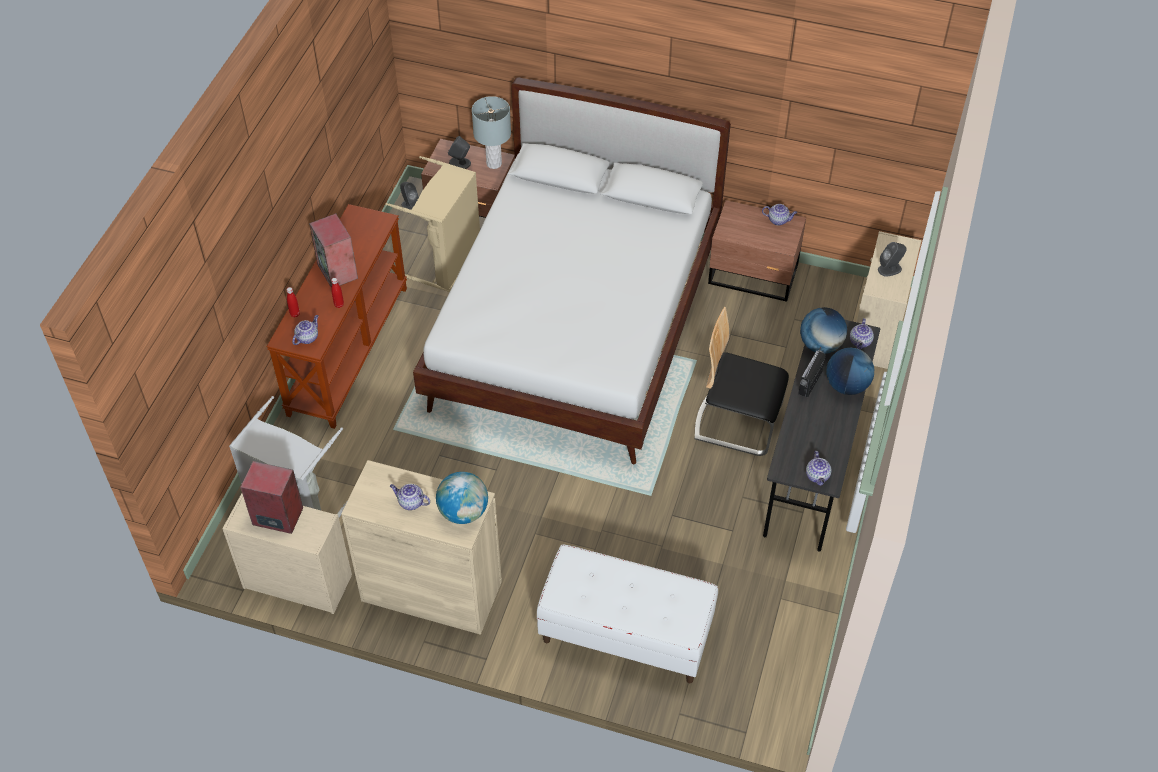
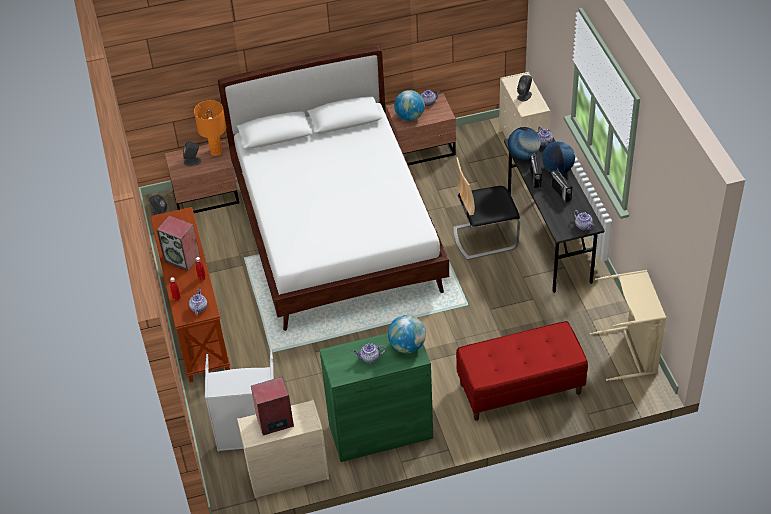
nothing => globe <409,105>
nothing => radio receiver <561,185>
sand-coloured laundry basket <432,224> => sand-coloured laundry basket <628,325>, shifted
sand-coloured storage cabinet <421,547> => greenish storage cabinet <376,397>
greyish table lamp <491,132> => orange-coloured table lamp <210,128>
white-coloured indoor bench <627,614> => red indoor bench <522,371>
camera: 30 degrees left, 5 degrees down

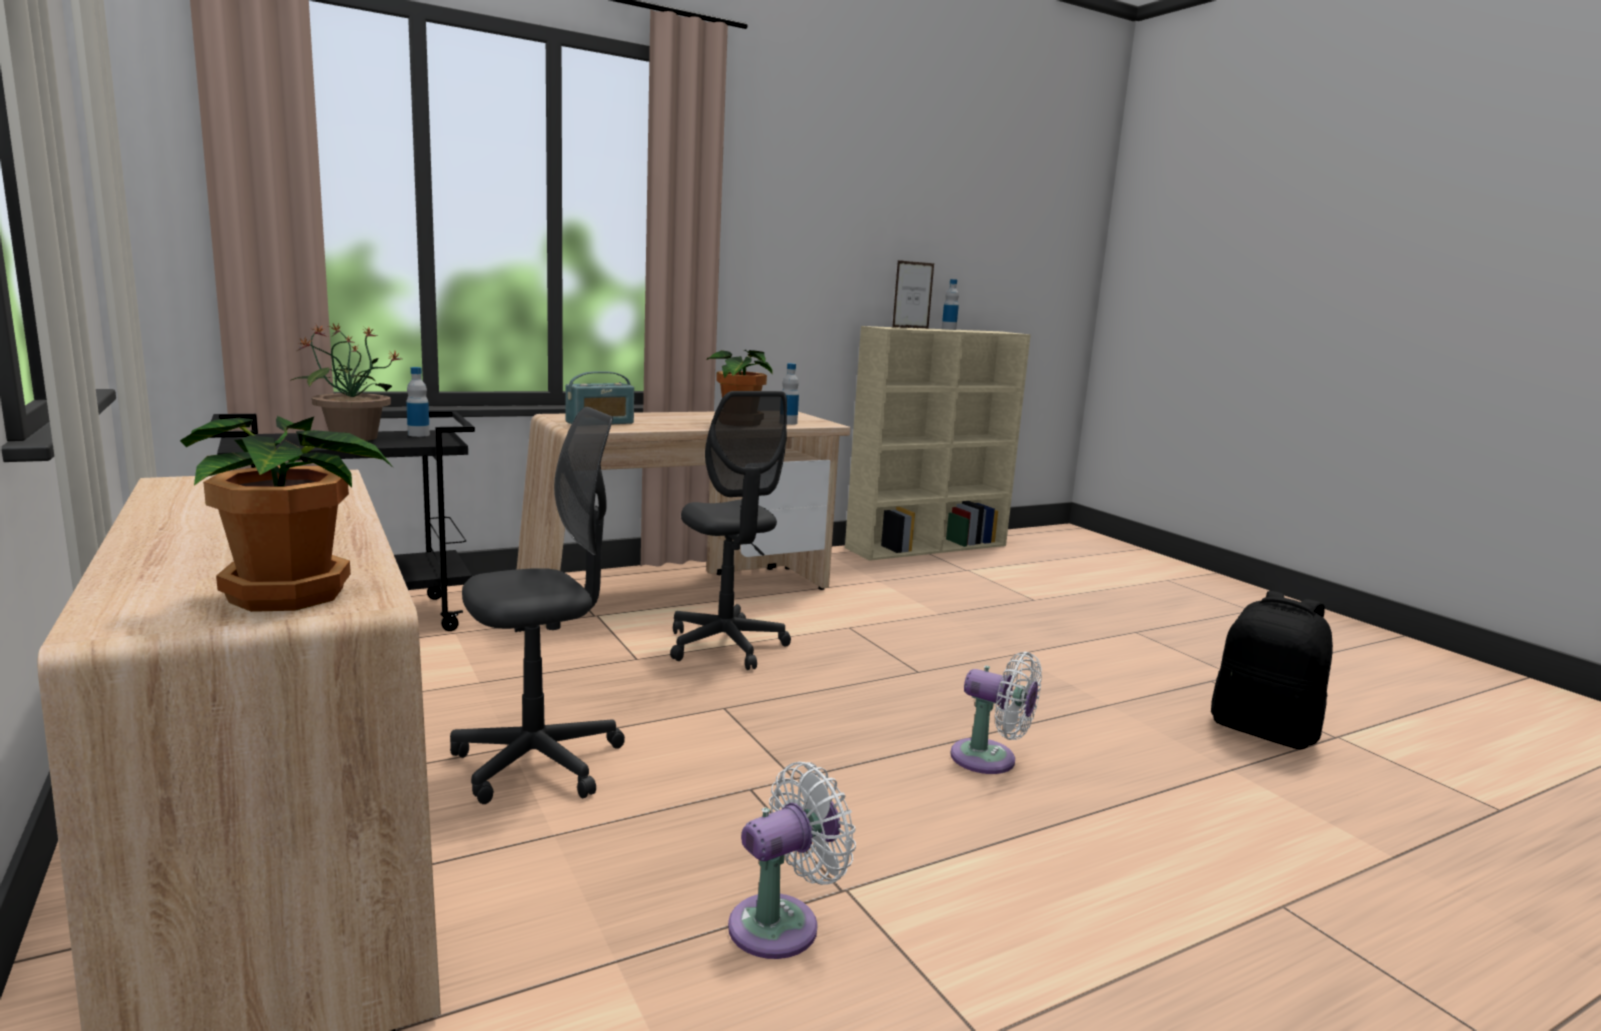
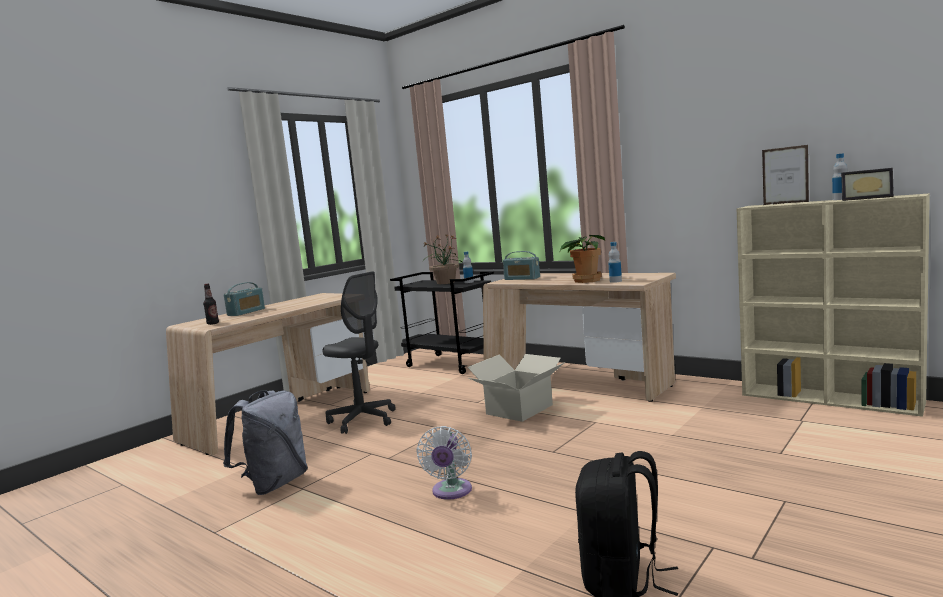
nothing => radio receiver <244,299>
nothing => picture frame <867,184>
houseplant <286,514> => drink bottle <211,304>
greyish office chair <730,530> => packing box <516,388>
white-coloured cooling fan <792,860> => greyish knapsack <265,442>
camera: 70 degrees right, 5 degrees down

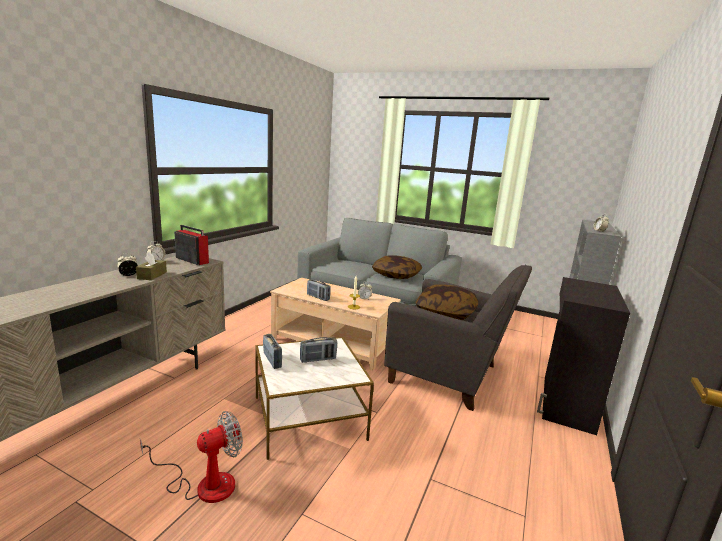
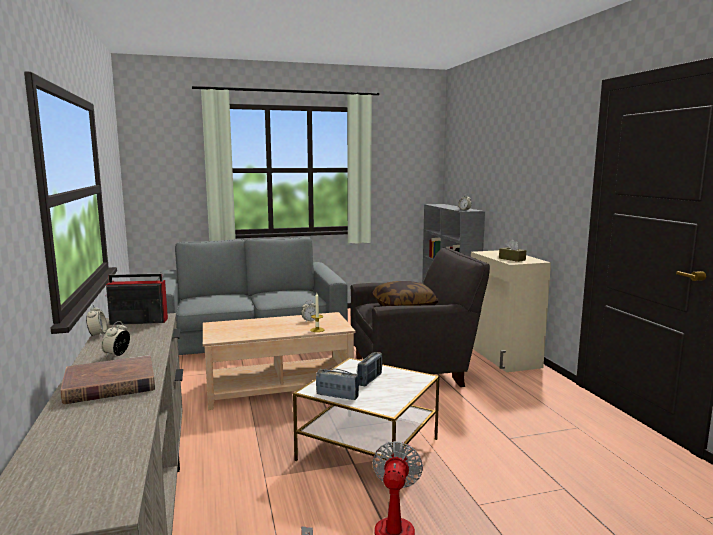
radio receiver <319,290> => nothing
throw pillow <397,267> => nothing
nothing => brown-coloured book <107,379>
brown-coloured tissue holder <151,266> => brown-coloured tissue holder <512,250>, shifted
black-coloured storage cabinet <583,356> => sand-coloured storage cabinet <511,311>
camera: 40 degrees left, 5 degrees down

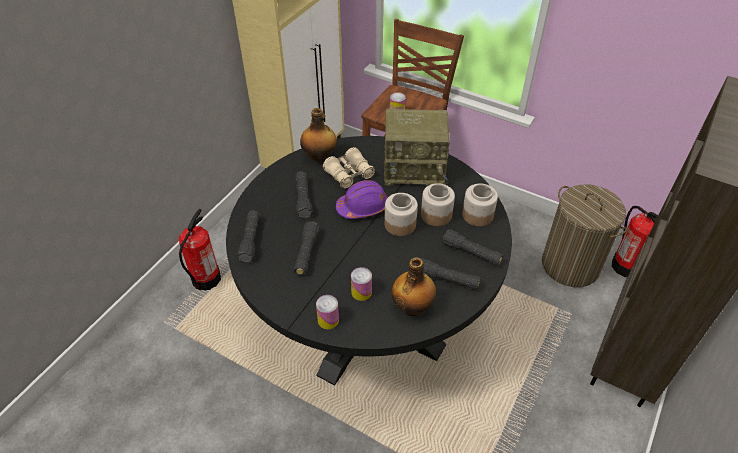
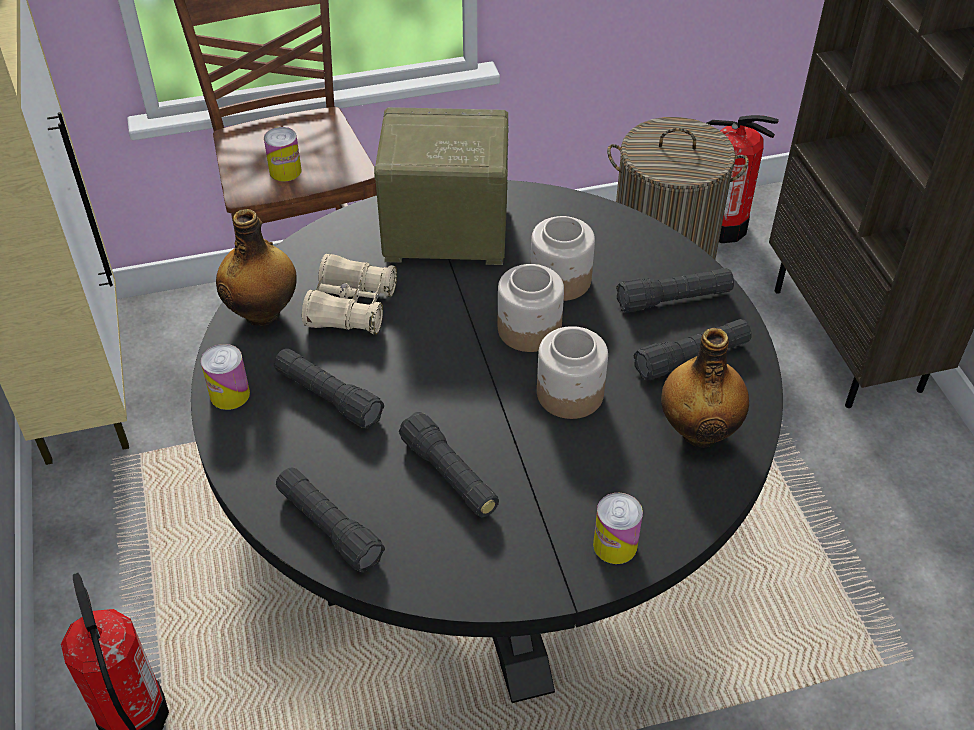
purple work helmet <362,199> => nothing
metal can <361,284> => metal can <225,377>, shifted
preserve jar <480,205> => preserve jar <572,372>, shifted
radio receiver <417,147> => radio receiver <441,186>, 135 degrees counterclockwise
camera: 45 degrees left, 0 degrees up

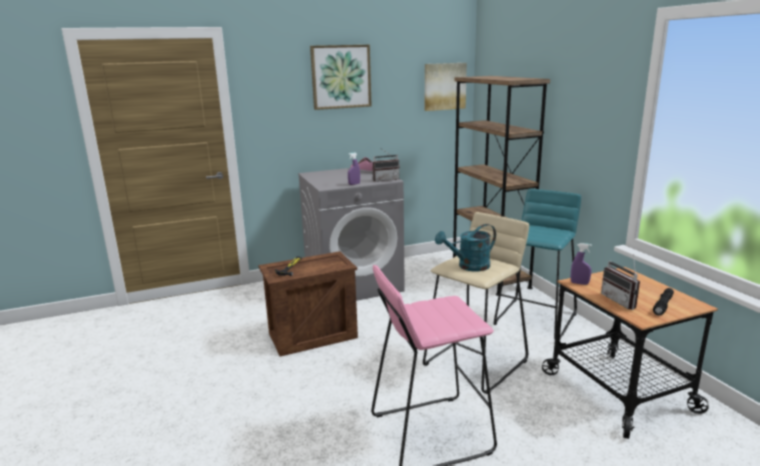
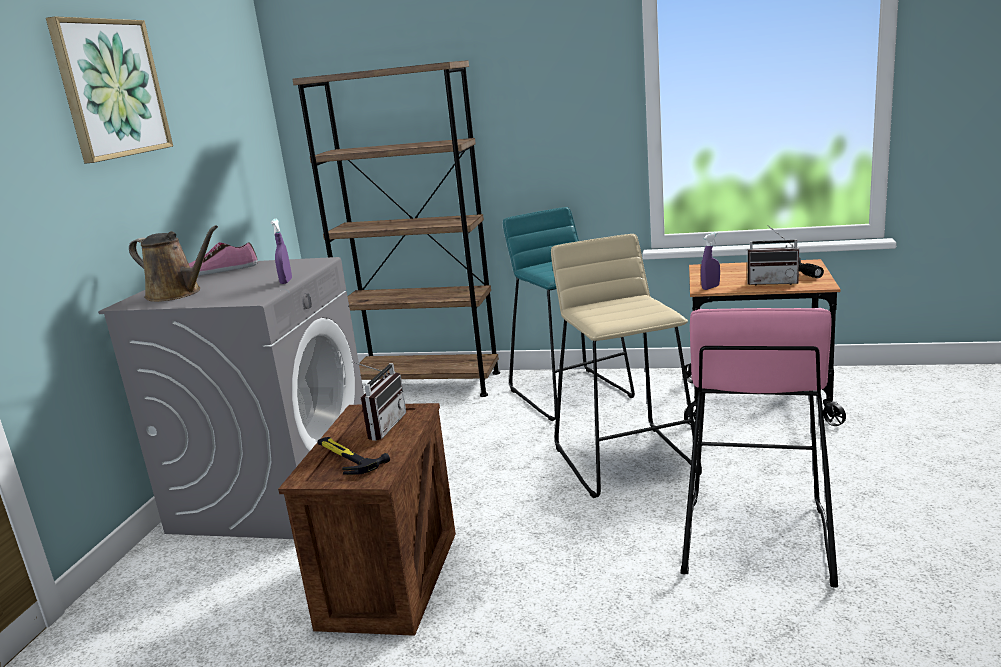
wall picture <446,87> => nothing
blue-green sprinkling can <465,248> => nothing
nothing => brown-coloured sprinkling can <173,263>
radio receiver <386,165> => radio receiver <378,401>, shifted
camera: 55 degrees left, 0 degrees up

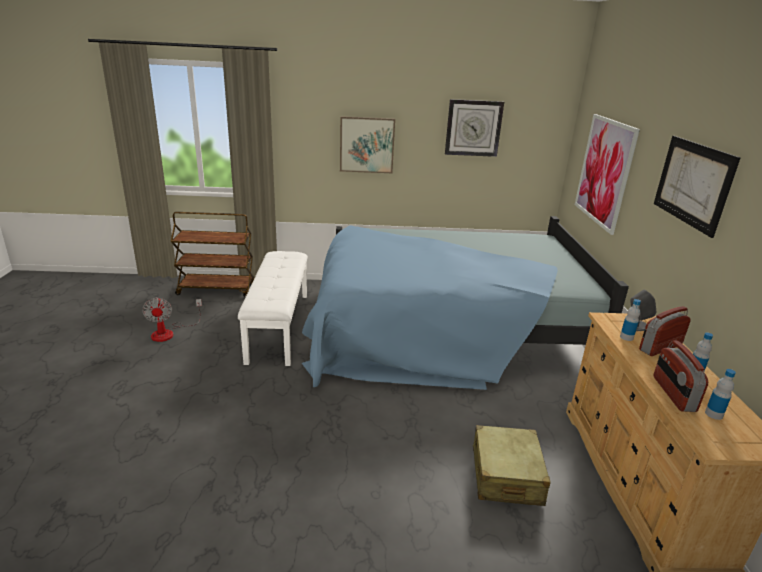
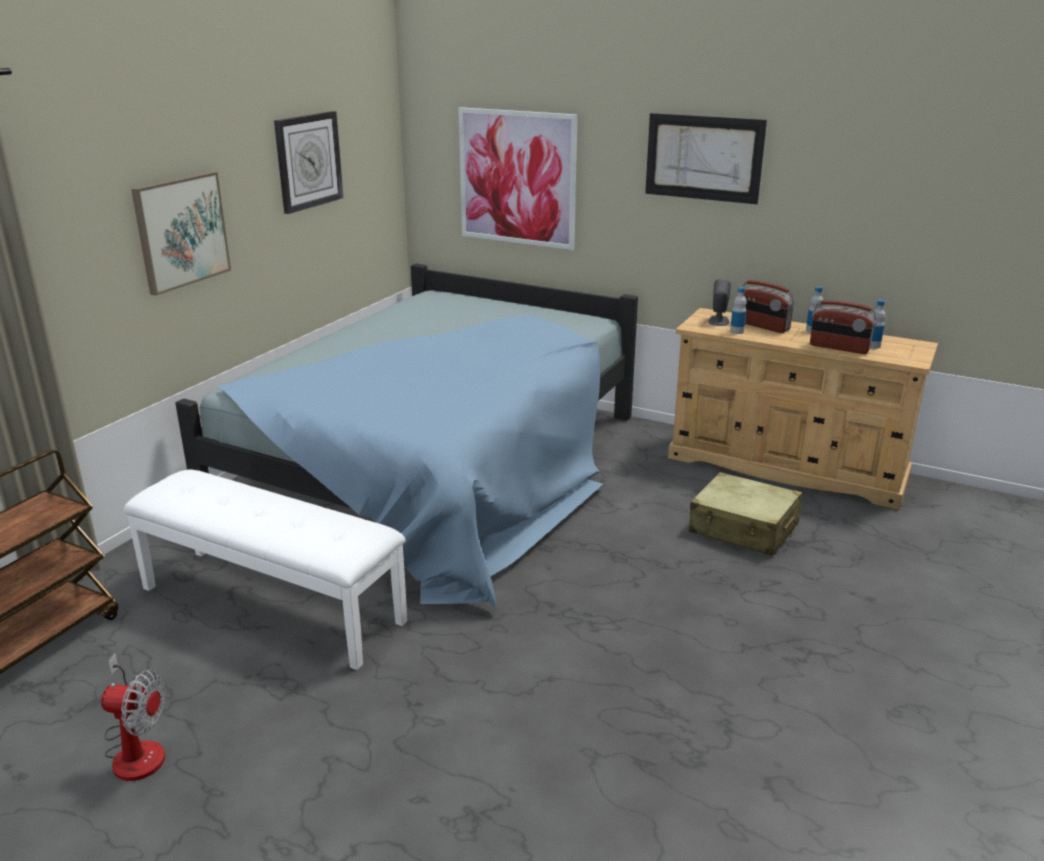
radio receiver <665,331> => radio receiver <768,306>, 45 degrees counterclockwise
camera: 60 degrees left, 0 degrees up

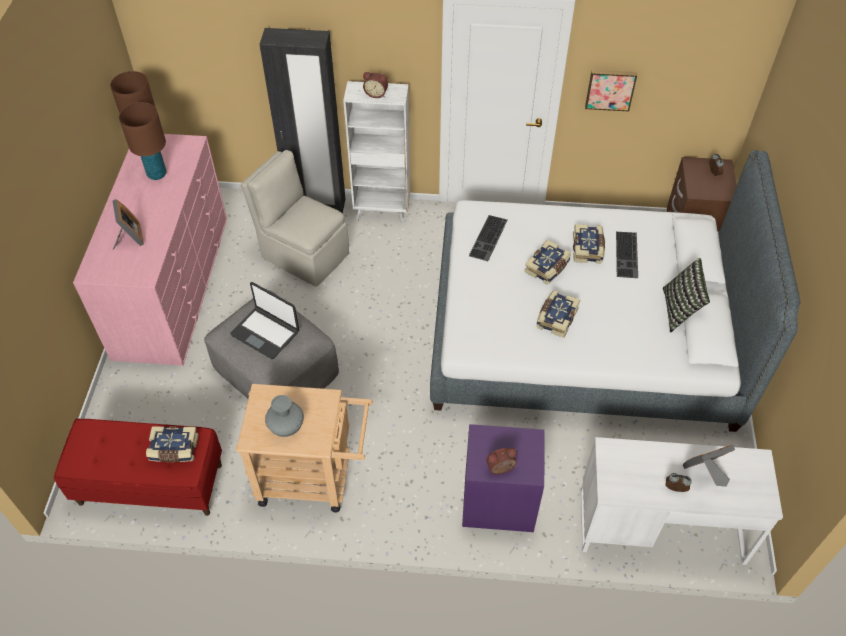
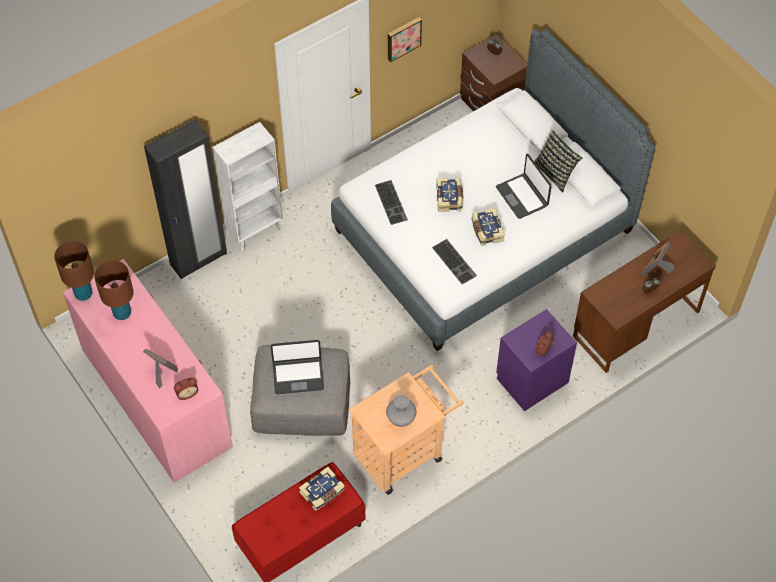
sand-coloured upright chair <295,218> => nothing
book <589,244> => nothing
nothing => portable computer <524,186>
table clock <375,85> => table clock <186,388>, shifted
PC keyboard <627,255> => PC keyboard <454,261>, shifted
white-coloured desk unit <682,501> => brown-coloured desk unit <644,301>
camera: 40 degrees left, 5 degrees up

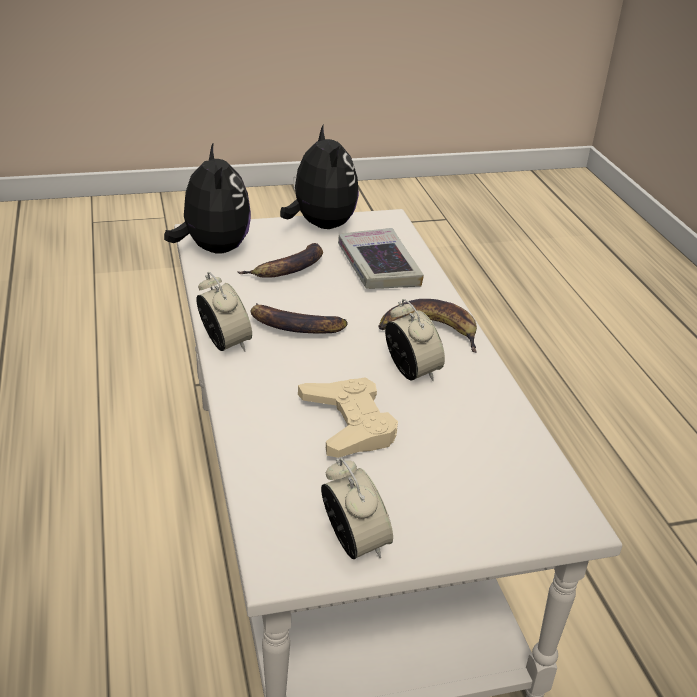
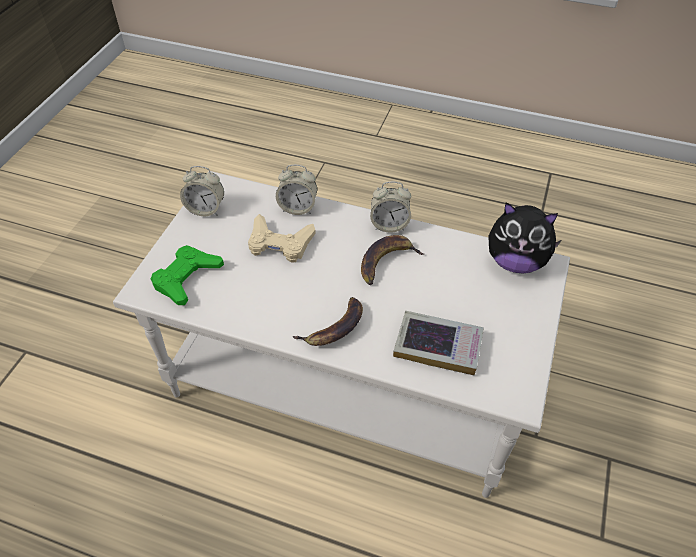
banana fruit <280,260> => nothing
cuddly toy <319,177> => nothing
nothing => greenish joypad <187,275>
table clock <415,340> => table clock <296,190>, shifted
camera: 125 degrees right, 15 degrees up

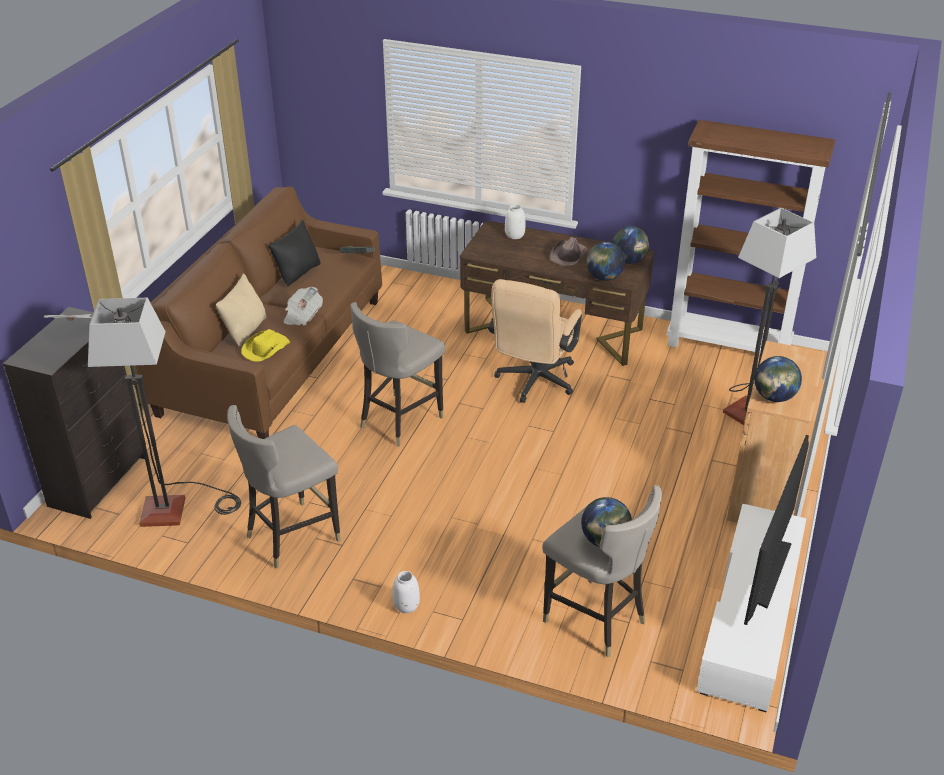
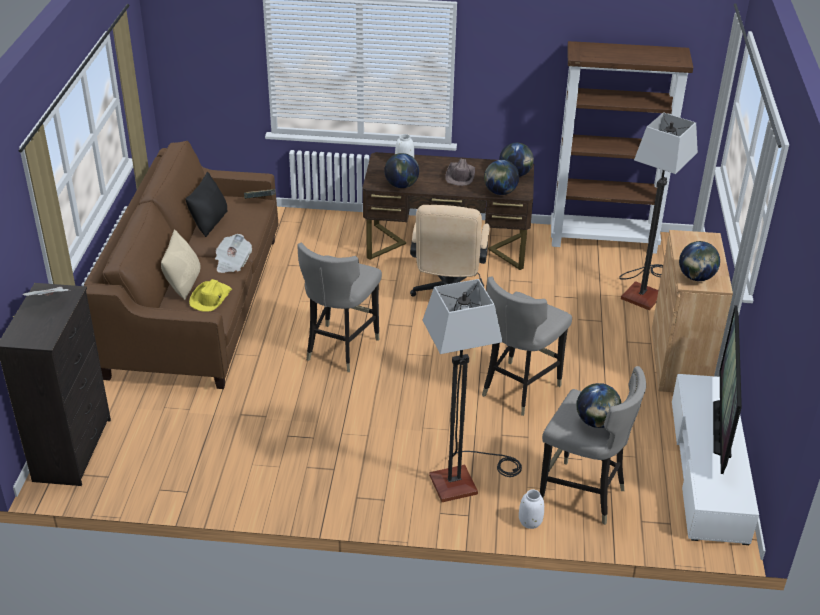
nothing => globe <401,170>
standard lamp <164,412> => standard lamp <472,390>, shifted
greyish stool <284,487> => greyish stool <527,346>, shifted
white-coloured flower vase <406,592> => white-coloured flower vase <531,509>, shifted
camera: 15 degrees left, 0 degrees up

